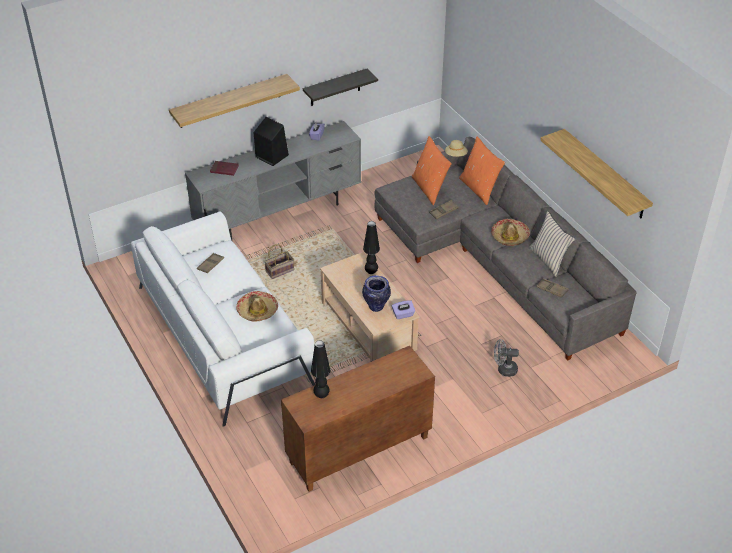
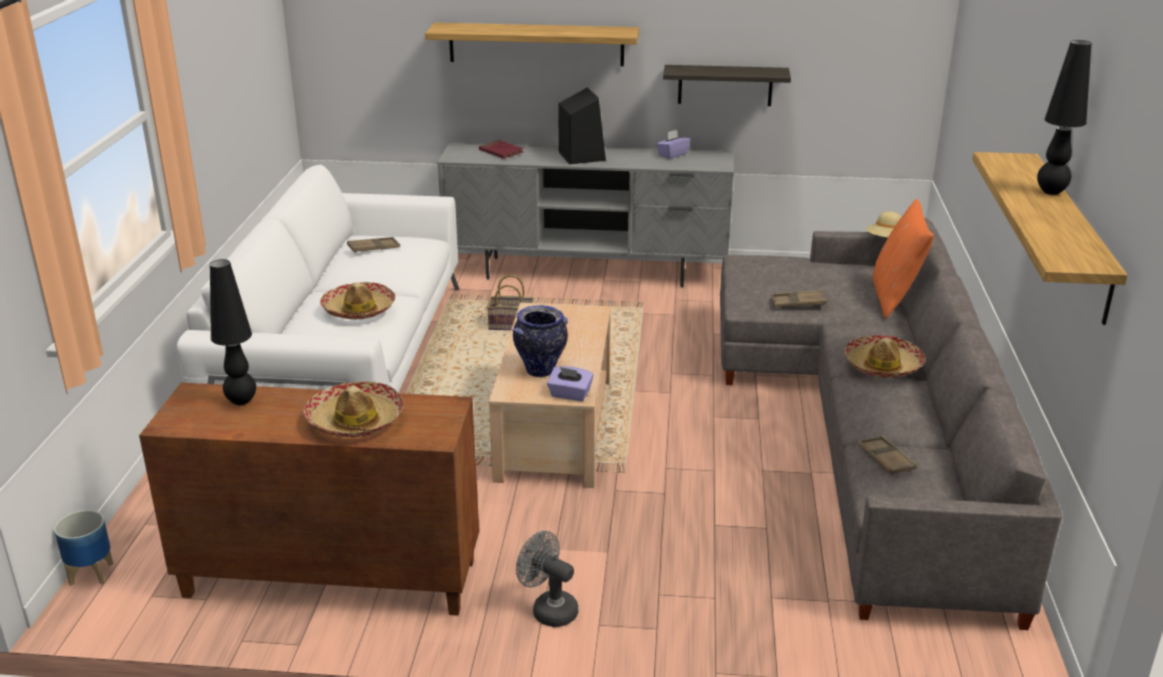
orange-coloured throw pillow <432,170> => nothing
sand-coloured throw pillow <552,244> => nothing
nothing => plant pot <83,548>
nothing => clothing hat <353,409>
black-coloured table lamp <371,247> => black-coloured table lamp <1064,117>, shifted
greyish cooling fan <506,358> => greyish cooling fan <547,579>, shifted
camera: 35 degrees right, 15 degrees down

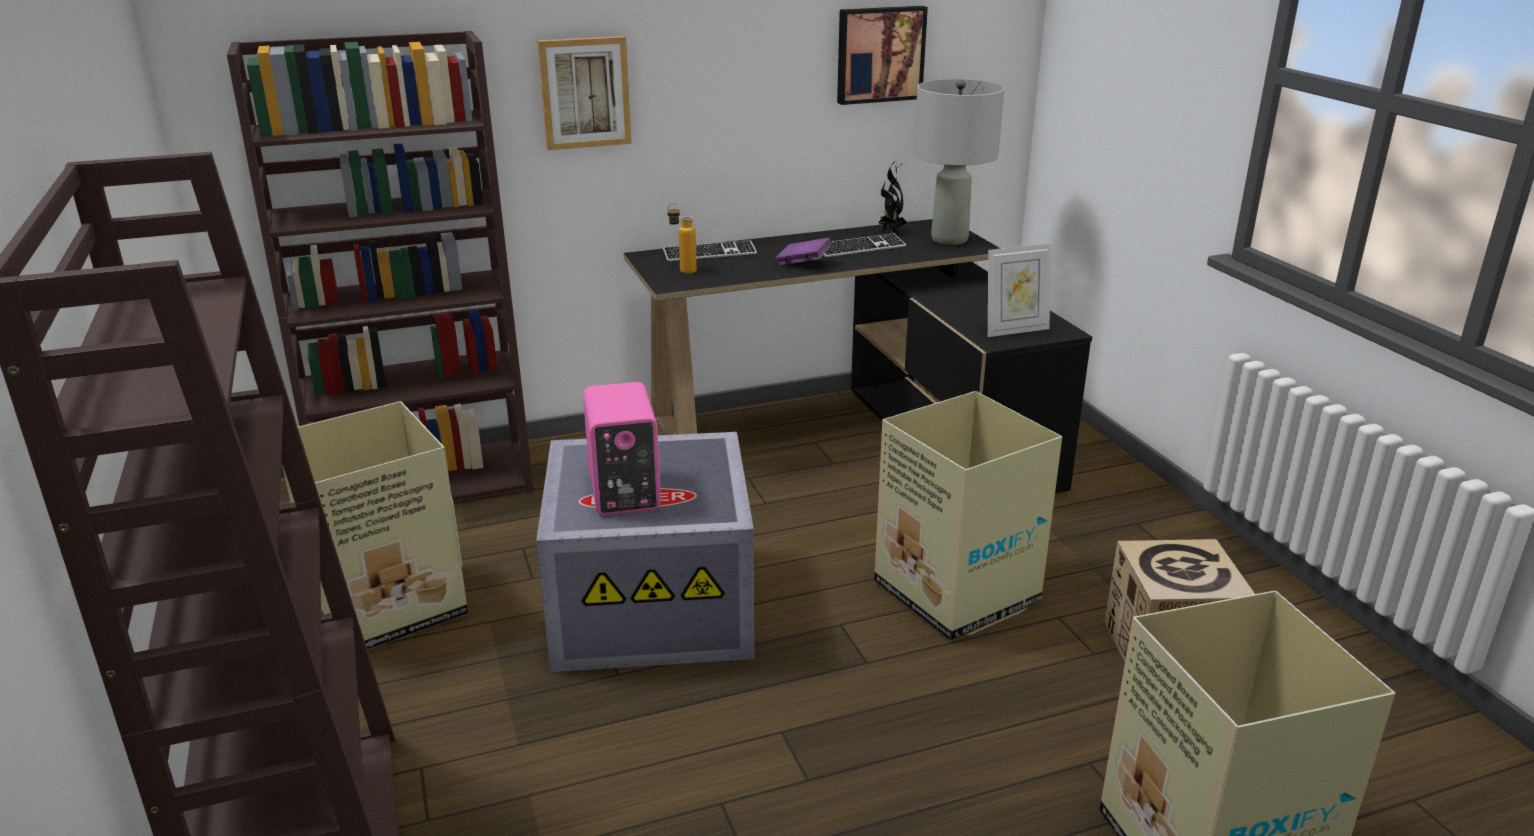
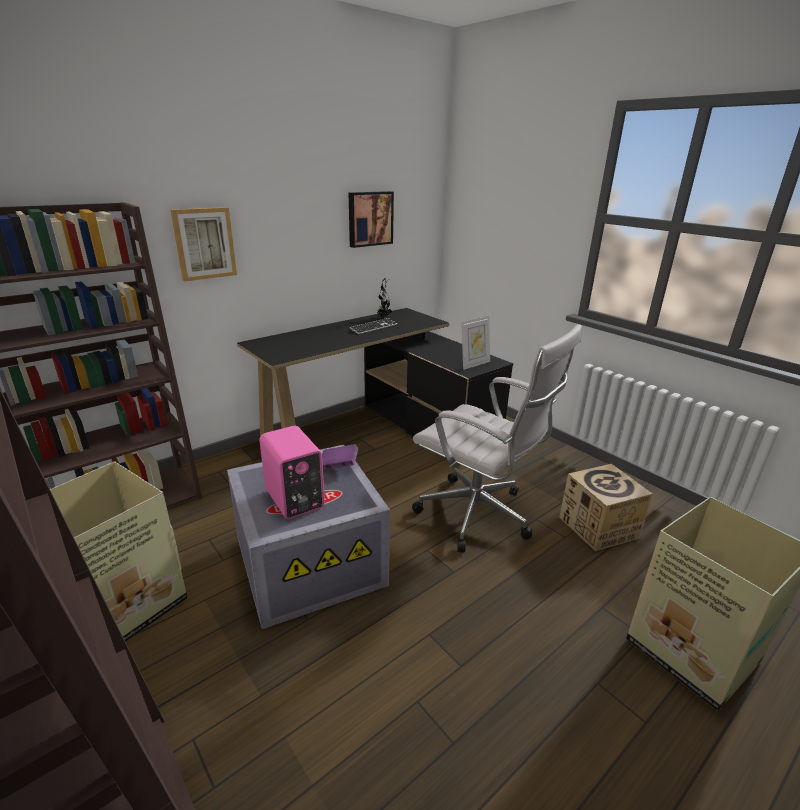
PC keyboard <710,250> => nothing
drink bottle <682,238> => nothing
greyish table lamp <959,162> => nothing
purple book <804,251> => purple book <340,457>, shifted
packing box <968,516> => white-coloured office chair <497,438>
camera: 20 degrees left, 0 degrees up

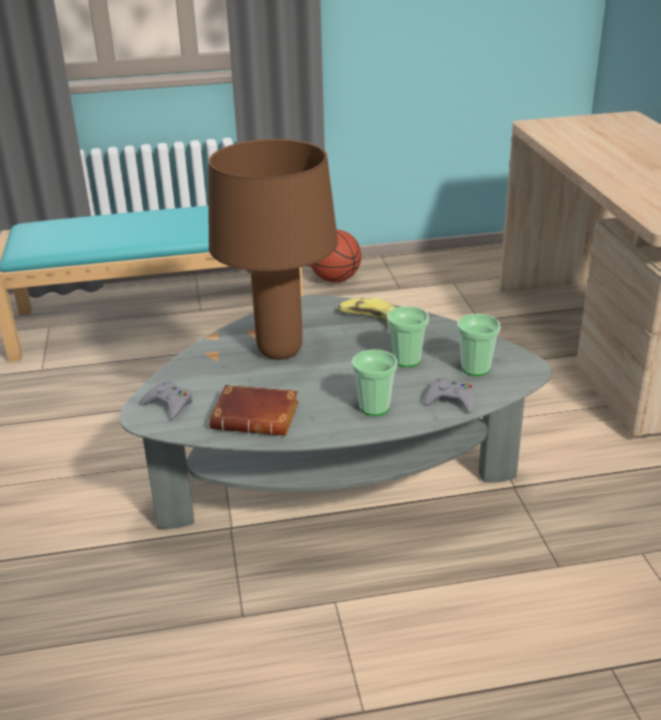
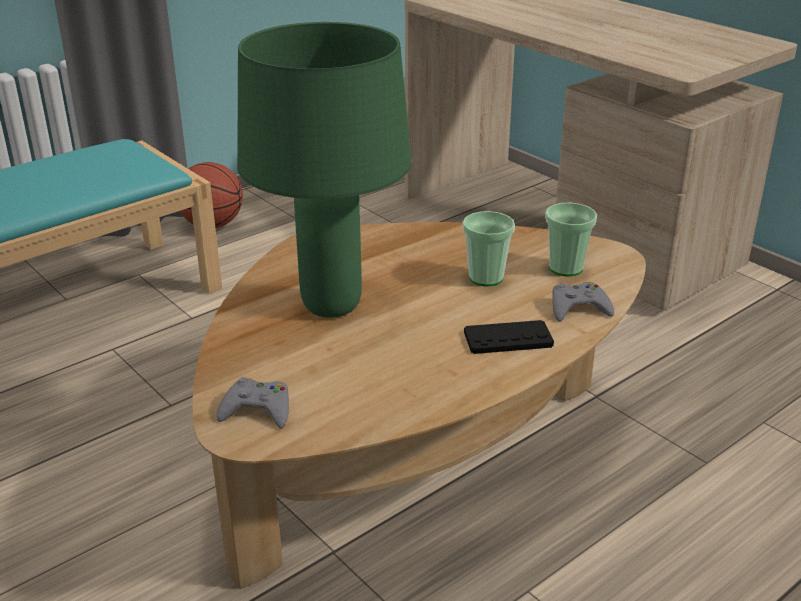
brown-coloured book <254,410> => nothing
banana fruit <367,313> => nothing
drinking cup <374,382> => black-coloured joypad <509,337>
greyish lounge table <335,412> => brown-coloured lounge table <419,405>
brown-coloured table lamp <273,249> => greenish table lamp <324,170>
camera: 30 degrees left, 0 degrees up

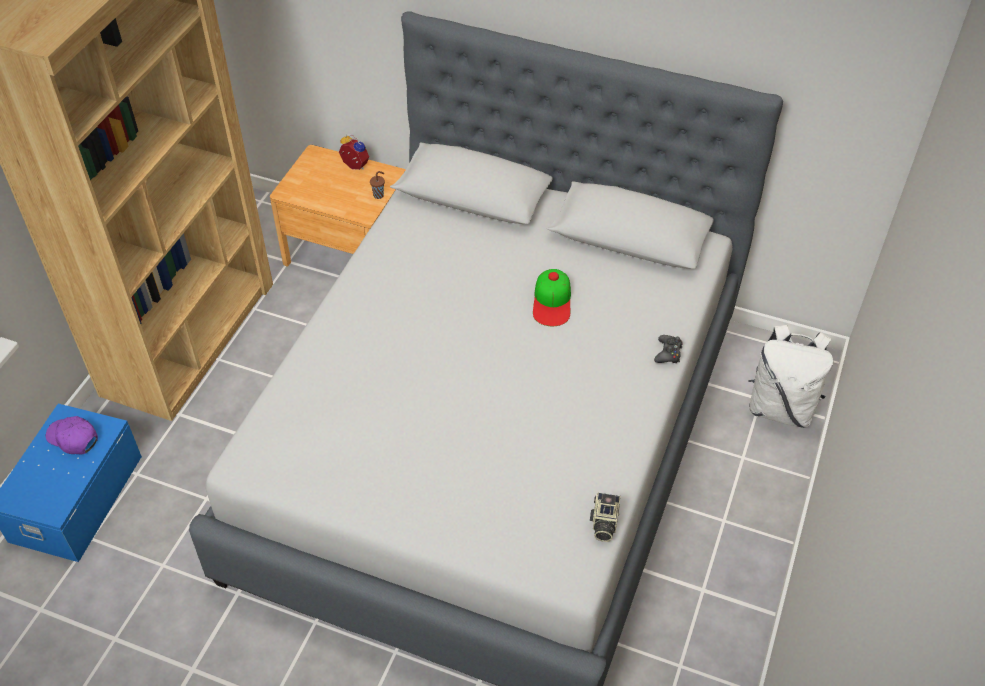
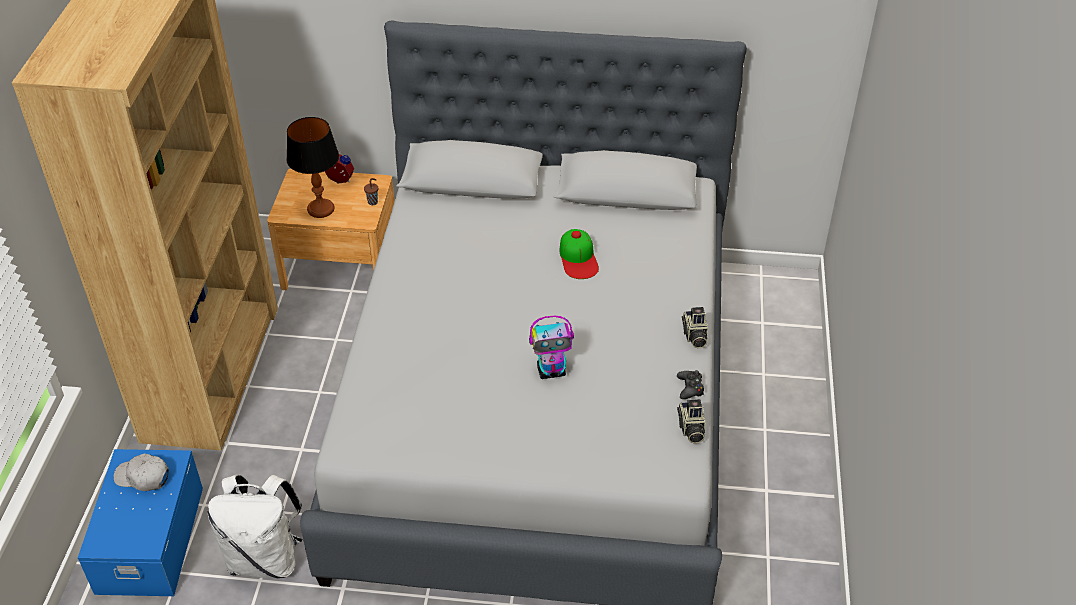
nothing => table lamp <312,167>
nothing => model robot <551,347>
nothing => photo camera <695,327>
black-coloured joypad <668,349> => black-coloured joypad <690,384>, shifted
white-coloured knapsack <790,376> => white-coloured knapsack <255,526>, shifted
purple peaked cap <71,435> => white-coloured peaked cap <141,472>
camera: 15 degrees left, 5 degrees down

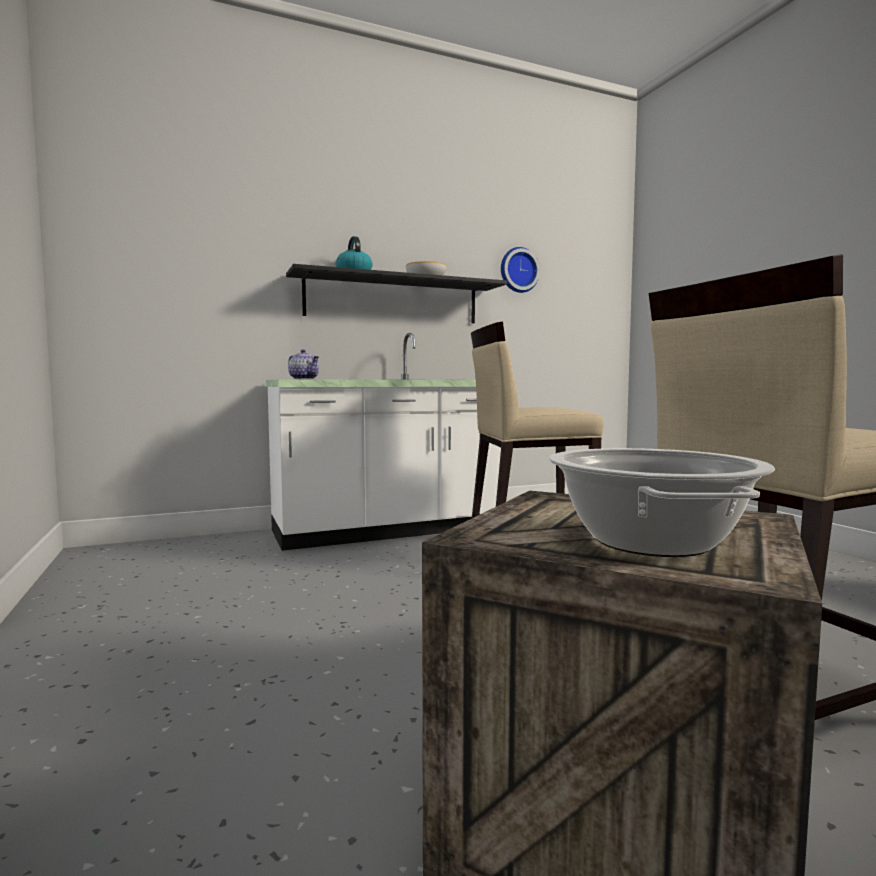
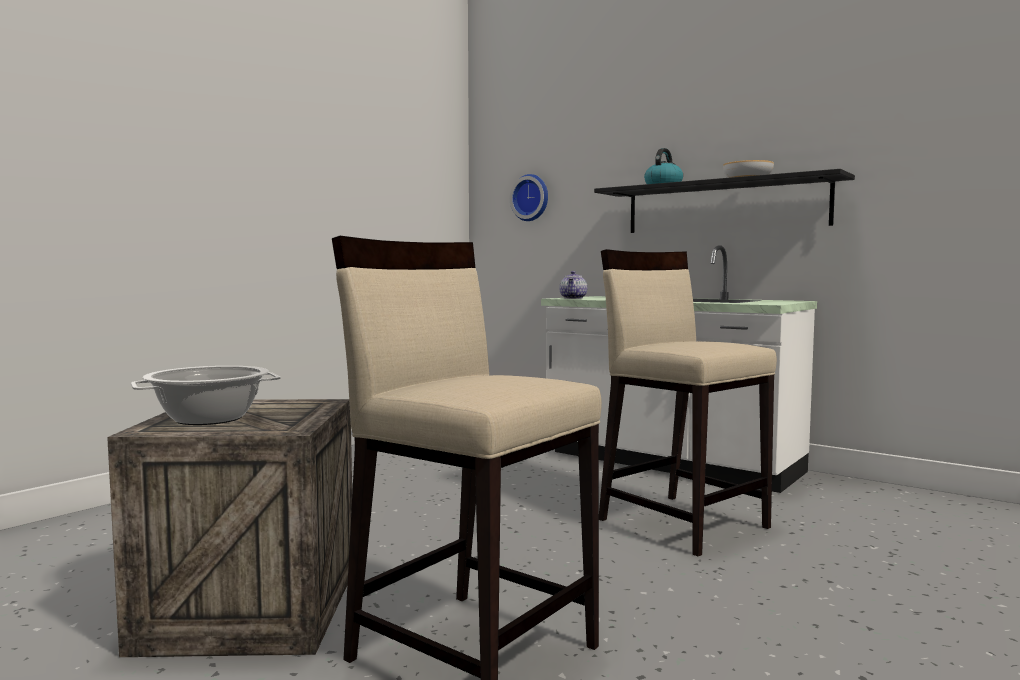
wall clock <520,270> => wall clock <529,197>, shifted
camera: 60 degrees right, 0 degrees up

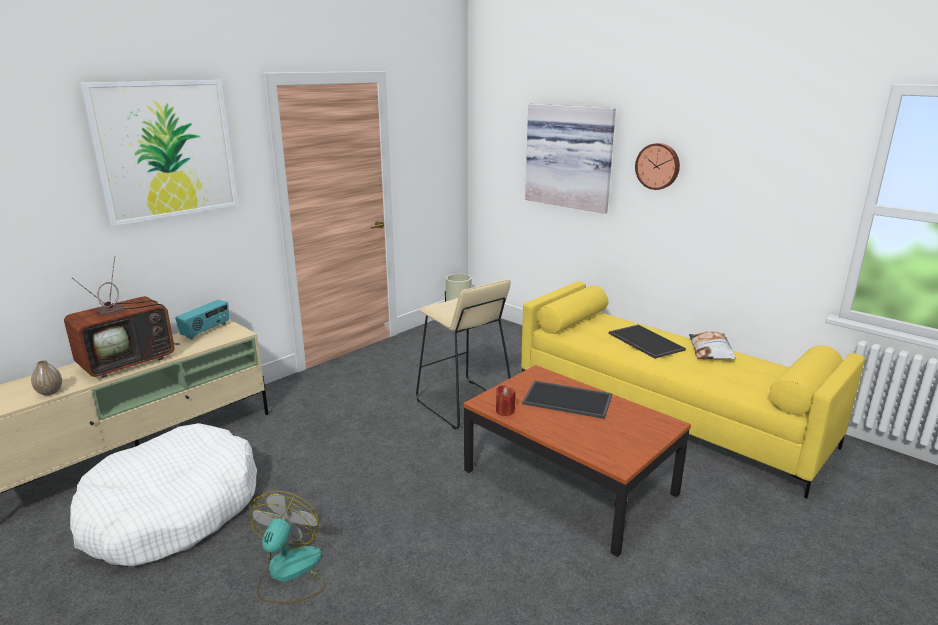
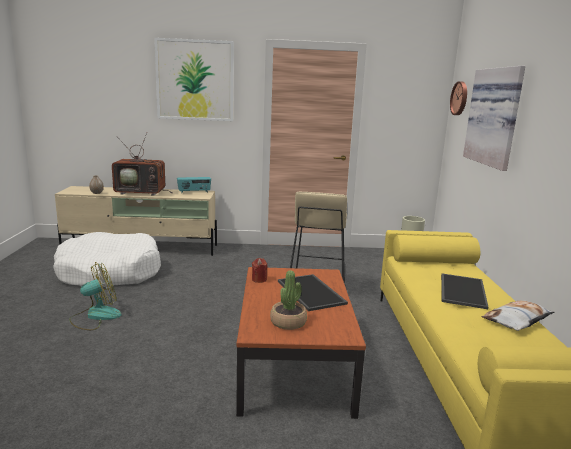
nothing => houseplant <288,300>
wall clock <657,166> => wall clock <458,98>, shifted
camera: 45 degrees right, 5 degrees down

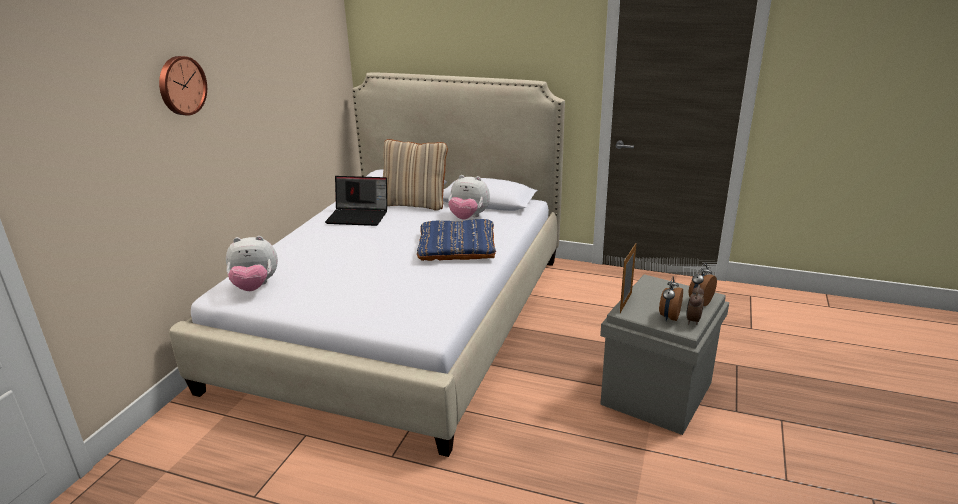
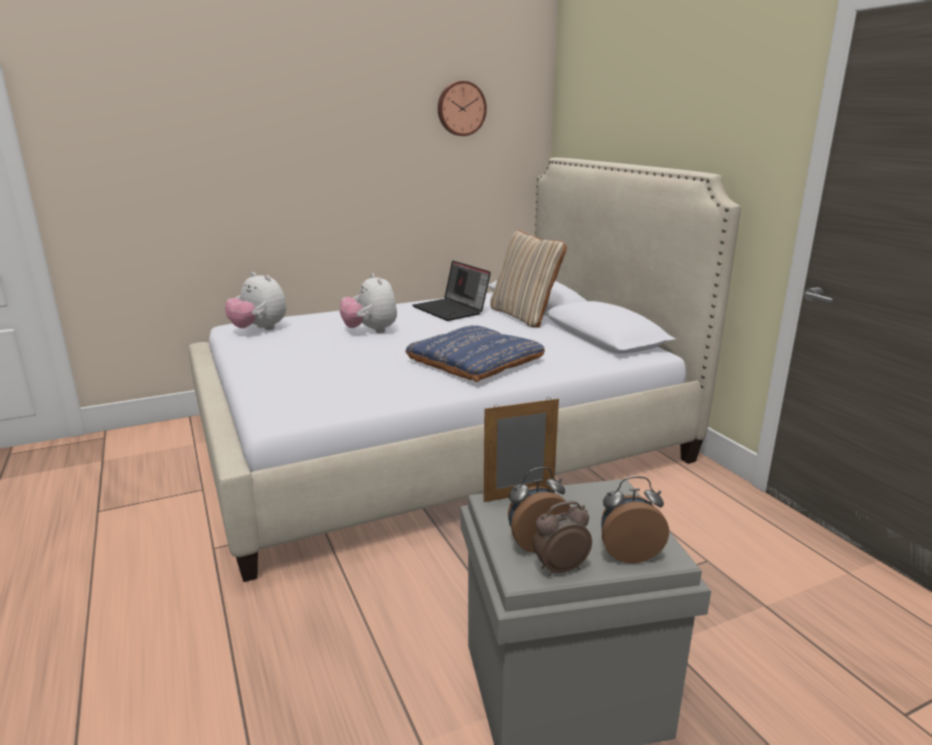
wall clock <183,86> => wall clock <462,108>, shifted
cuddly toy <469,197> => cuddly toy <368,303>, shifted
camera: 45 degrees right, 5 degrees down

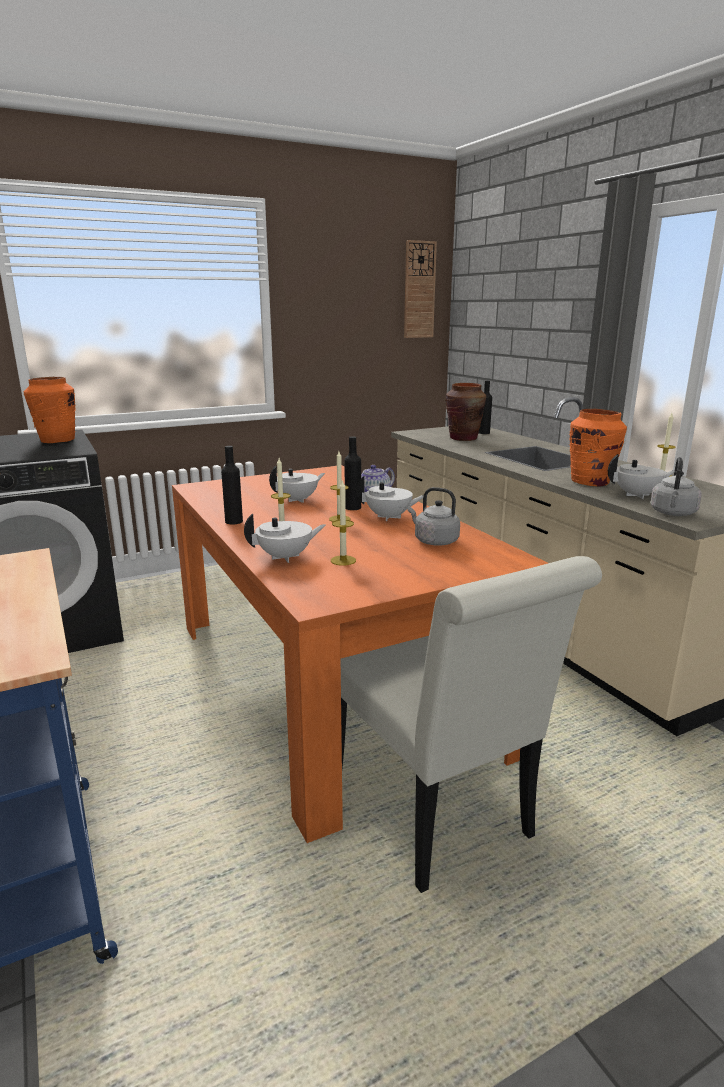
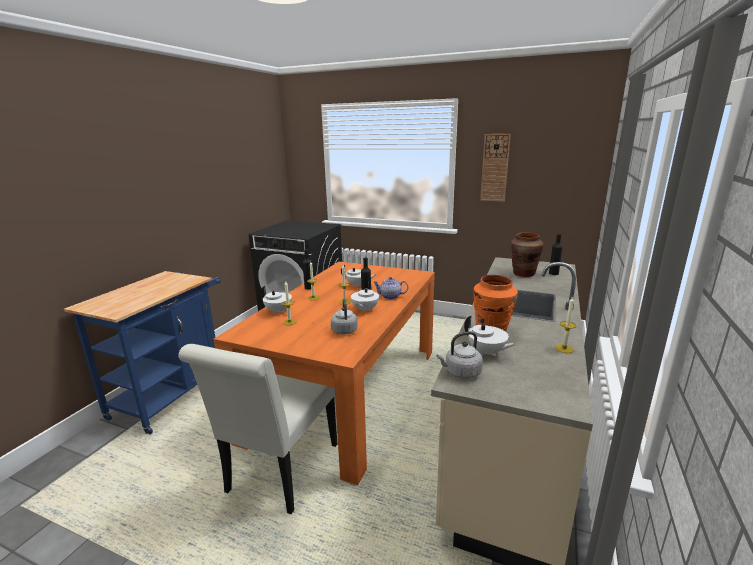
orange-coloured flower vase <49,410> => nothing
wall clock <420,289> => wall clock <495,168>, shifted
white-coloured teapot <390,498> => white-coloured teapot <365,297>, 45 degrees clockwise
camera: 50 degrees right, 0 degrees up

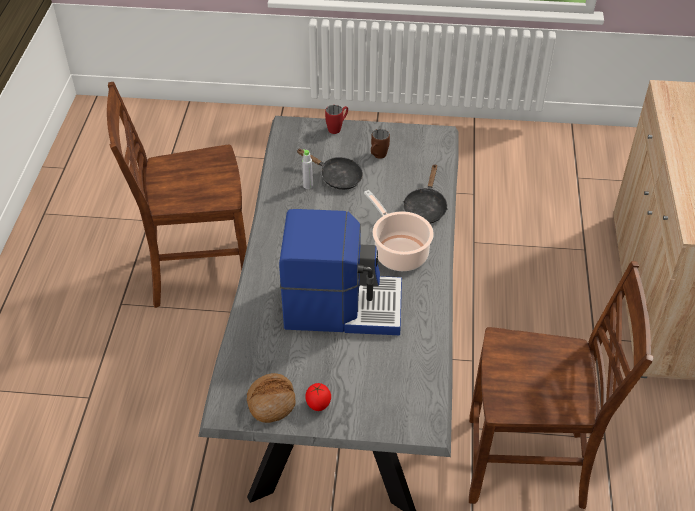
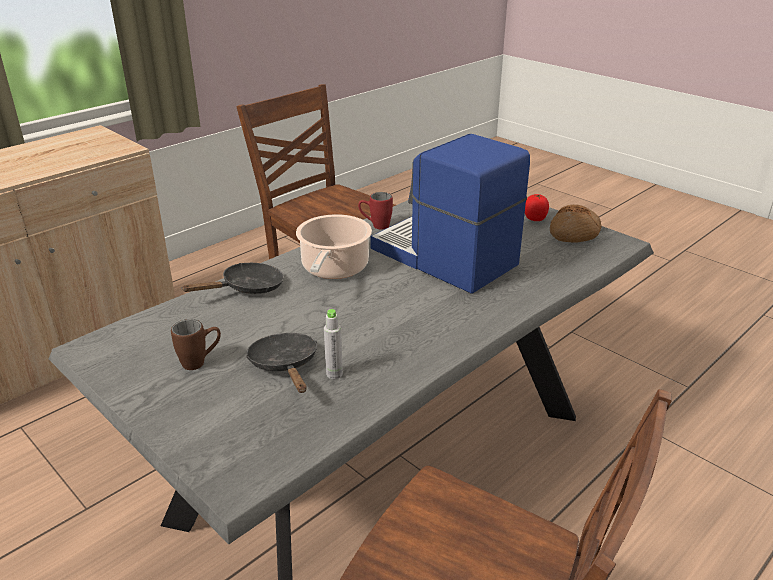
red tea mug <336,119> => red tea mug <375,211>, shifted
camera: 140 degrees left, 15 degrees down

